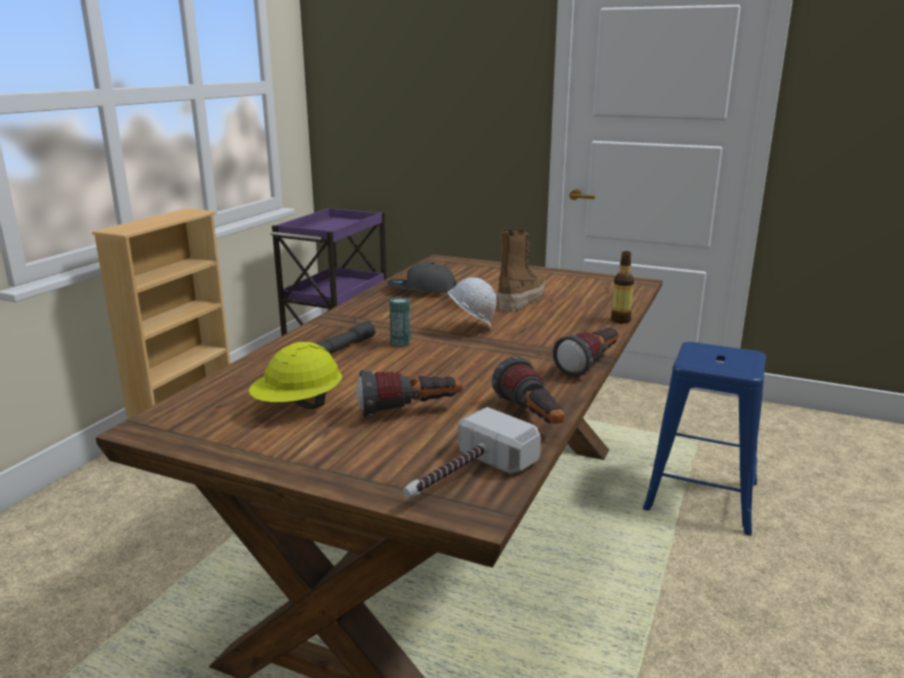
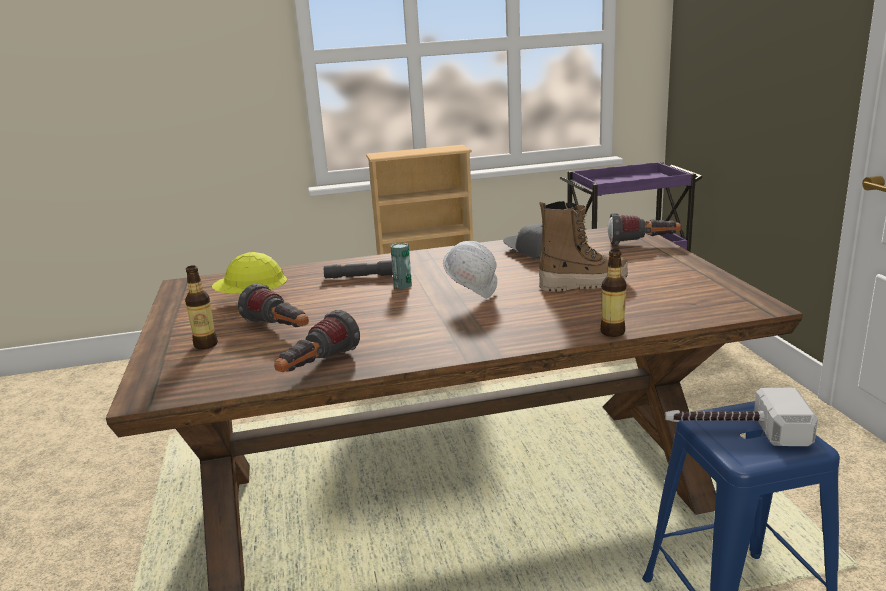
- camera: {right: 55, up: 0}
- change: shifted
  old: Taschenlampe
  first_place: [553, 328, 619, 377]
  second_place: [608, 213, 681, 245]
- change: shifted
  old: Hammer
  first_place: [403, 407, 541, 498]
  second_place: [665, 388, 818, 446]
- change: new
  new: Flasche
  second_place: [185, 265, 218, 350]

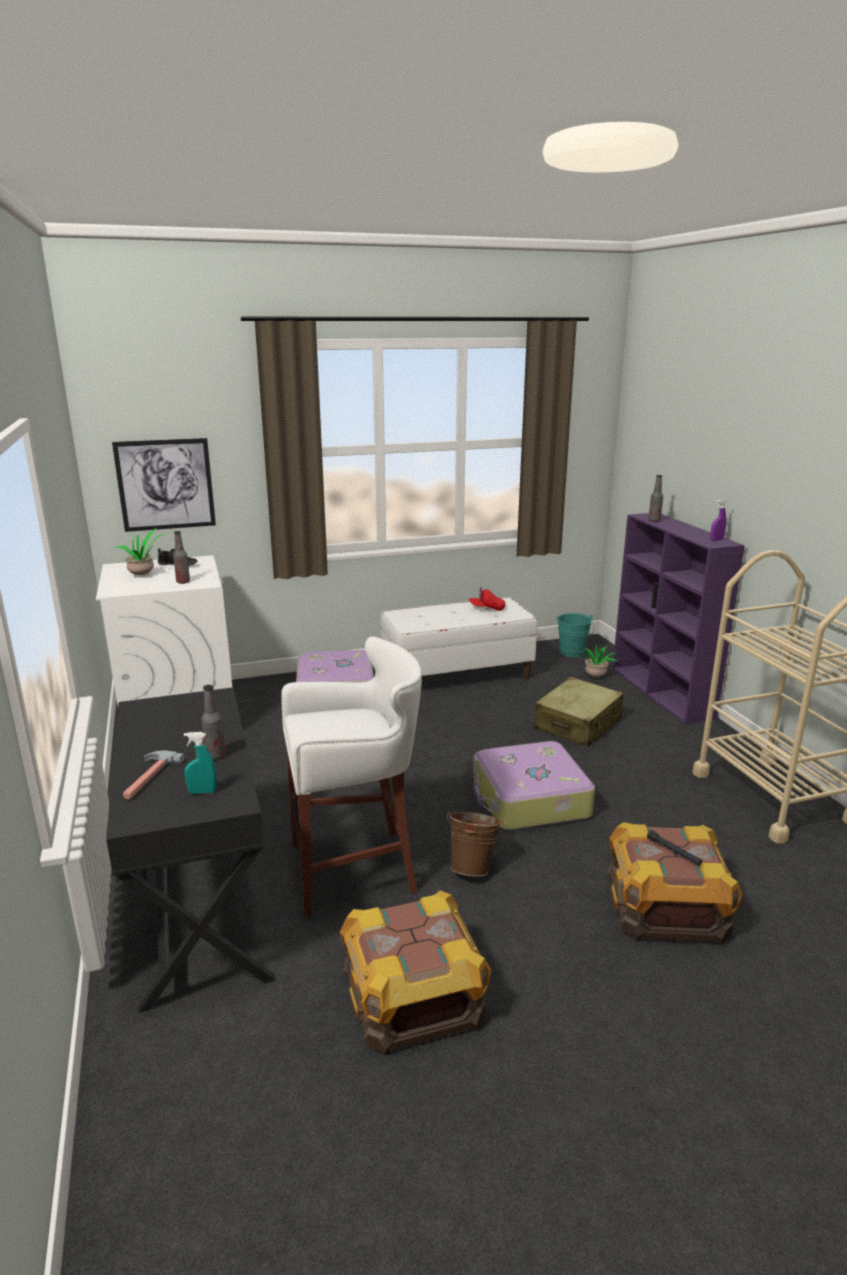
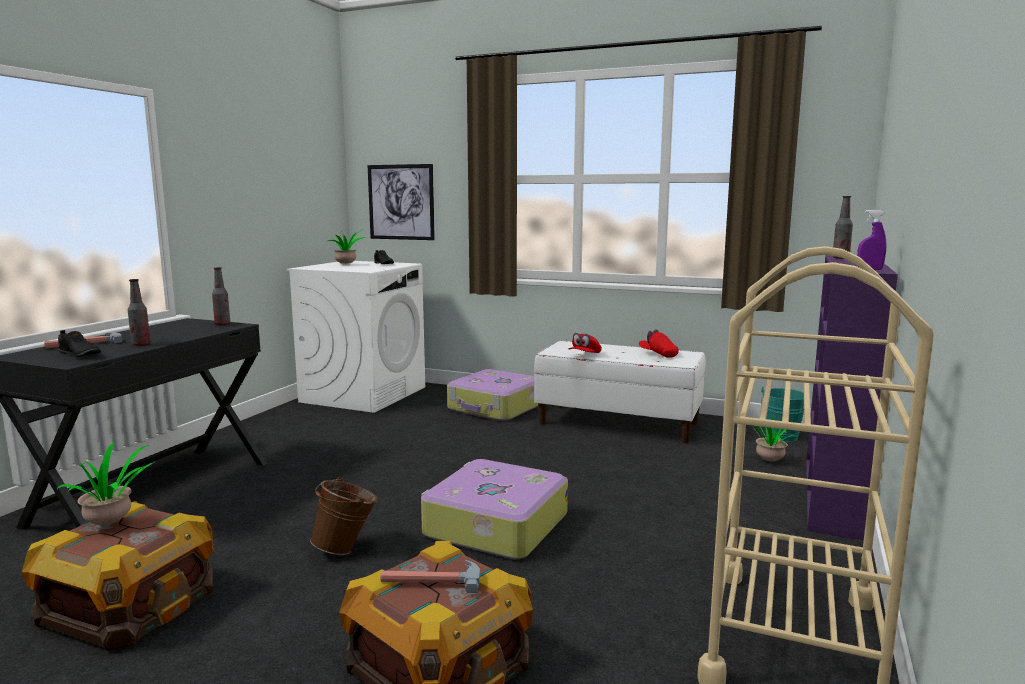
- camera: {right: 40, up: -10}
- change: shifted
  old: Flasche
  first_place: [173, 531, 190, 584]
  second_place: [212, 267, 230, 325]
- change: gone
  old: Hocker/weiß
  first_place: [281, 636, 422, 918]
- change: gone
  old: Koffer/beige
  first_place: [534, 677, 624, 747]
- change: swapped
  old: Sprühflasche/türkis
  new: Schuh/schwarz
  first_place: [184, 732, 217, 794]
  second_place: [58, 330, 101, 357]
- change: swapped
  old: Taschenlampe/schwarz
  new: Hammer
  first_place: [647, 830, 702, 865]
  second_place: [380, 560, 481, 593]
- change: new
  new: Kappe/rot
  second_place: [569, 333, 602, 353]
- change: new
  new: Topfpflanze
  second_place: [57, 440, 156, 525]

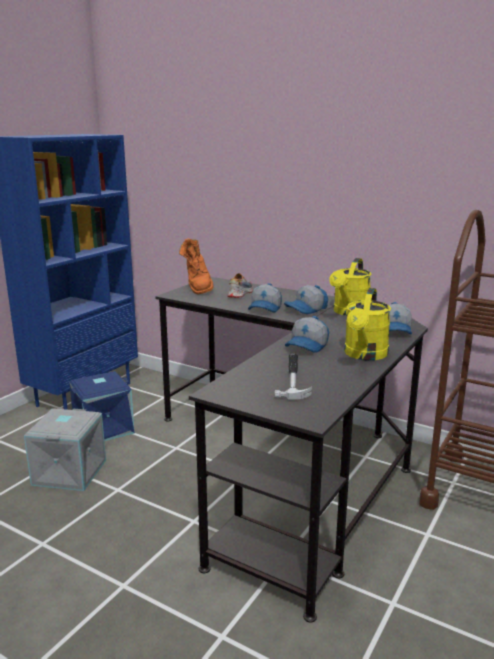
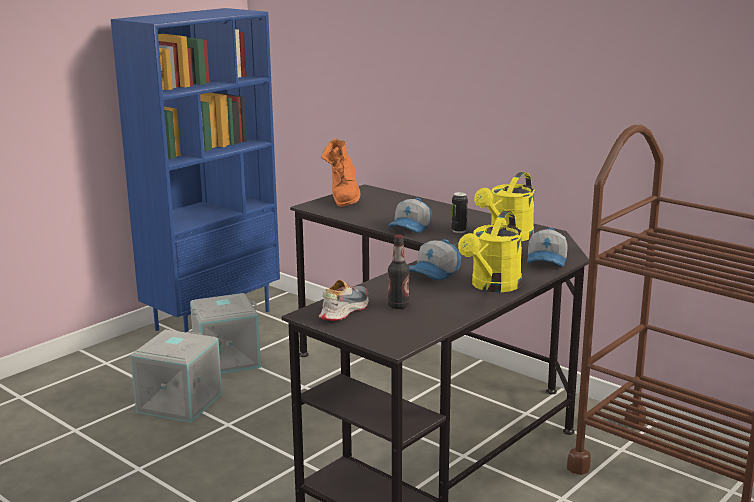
- camera: {right: 10, up: 0}
- change: shifted
  old: Schuh
  first_place: [227, 273, 253, 298]
  second_place: [319, 280, 368, 321]
- change: swapped
  old: Kappe
  new: Dose
  first_place: [284, 285, 328, 314]
  second_place: [451, 192, 468, 233]
- change: swapped
  old: Hammer
  new: Flasche
  first_place: [275, 353, 312, 400]
  second_place: [388, 234, 410, 309]
- change: repainted
  old: Aufbewahrungsbox/blau
  new: Aufbewahrungsbox/grau
  first_place: [69, 371, 135, 441]
  second_place: [190, 293, 261, 374]

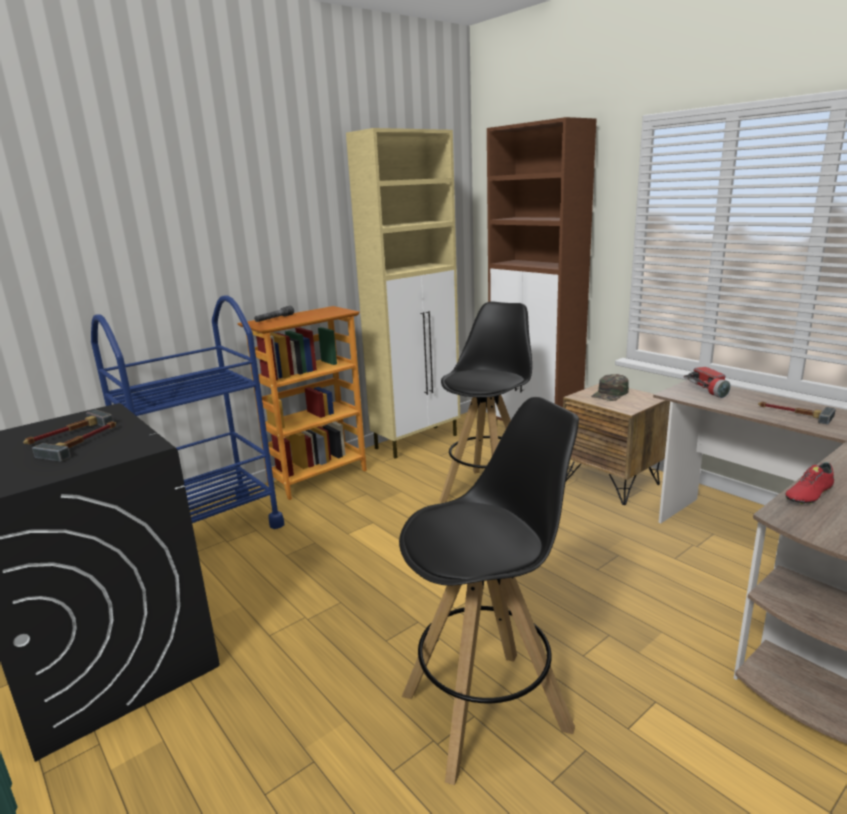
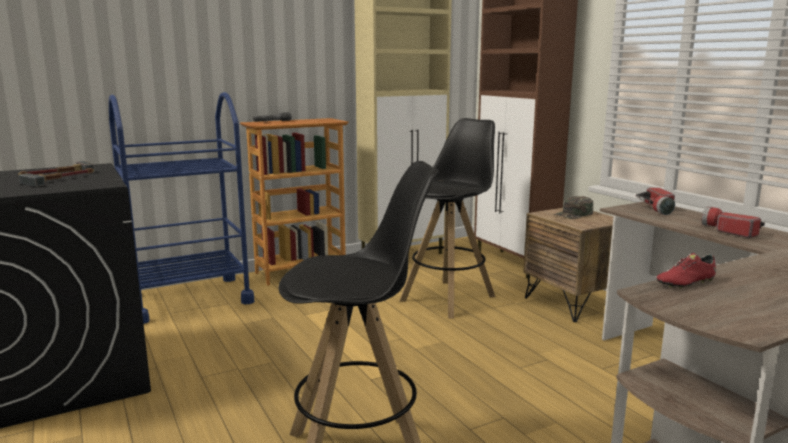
- camera: {right: 10, up: -5}
- change: swapped
  old: Hammer
  new: Taschenlampe
  first_place: [758, 402, 836, 425]
  second_place: [702, 206, 765, 238]

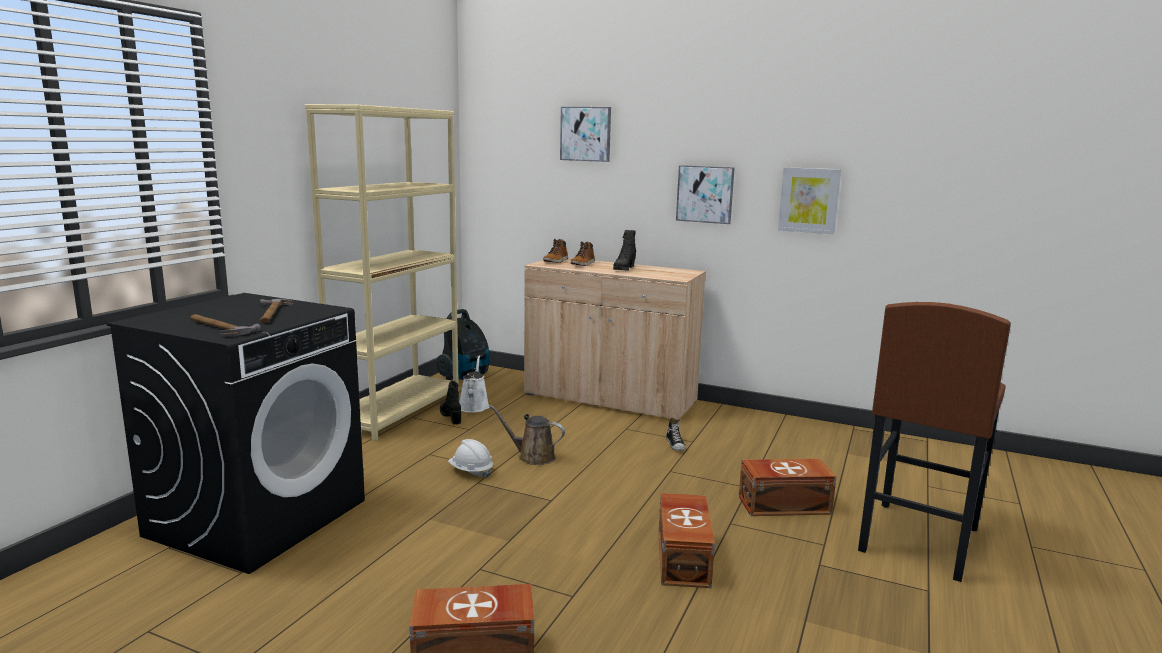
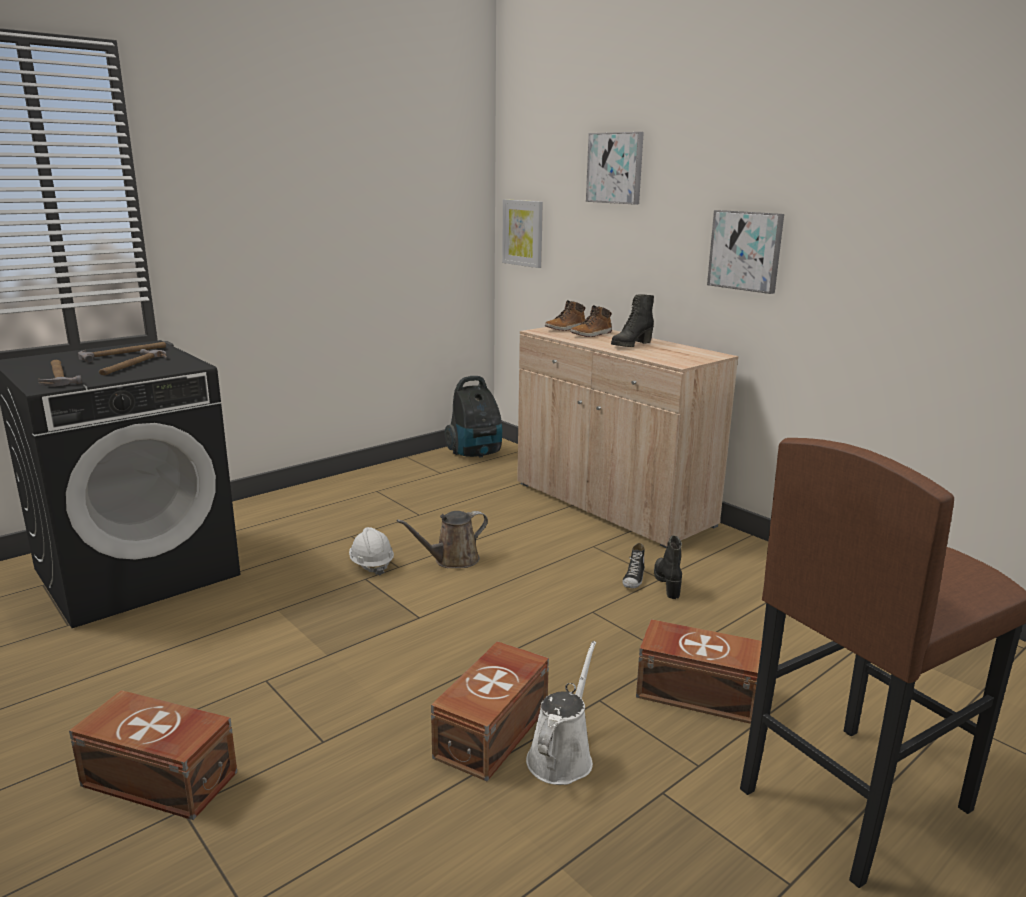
- camera: {right: 25, up: 5}
- change: gone
  old: Bücherregal/beige
  first_place: [305, 104, 459, 441]
- change: shifted
  old: Bild
  first_place: [778, 167, 841, 234]
  second_place: [502, 199, 543, 268]
- change: shifted
  old: Gießkanne/weiß
  first_place: [459, 356, 489, 413]
  second_place: [526, 641, 596, 785]
- change: shifted
  old: Stiefel/schwarz
  first_place: [440, 381, 461, 425]
  second_place: [654, 535, 682, 599]
- change: rotated
  old: Gießkanne/braun
  first_place: [489, 405, 565, 465]
  second_place: [397, 511, 488, 568]
  degrees: -75
- change: new
  new: Hammer
  second_place: [78, 342, 166, 363]

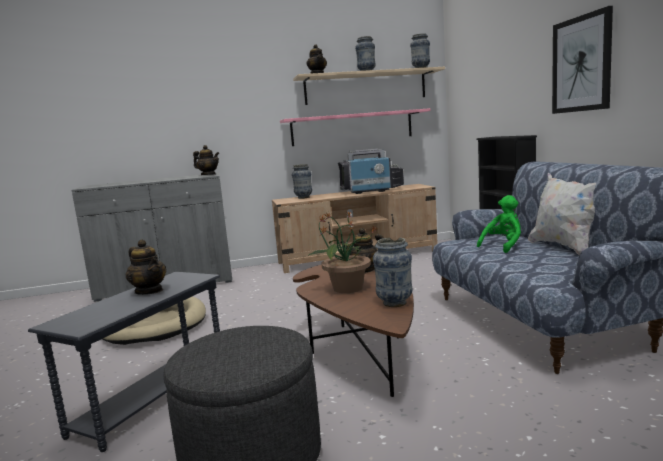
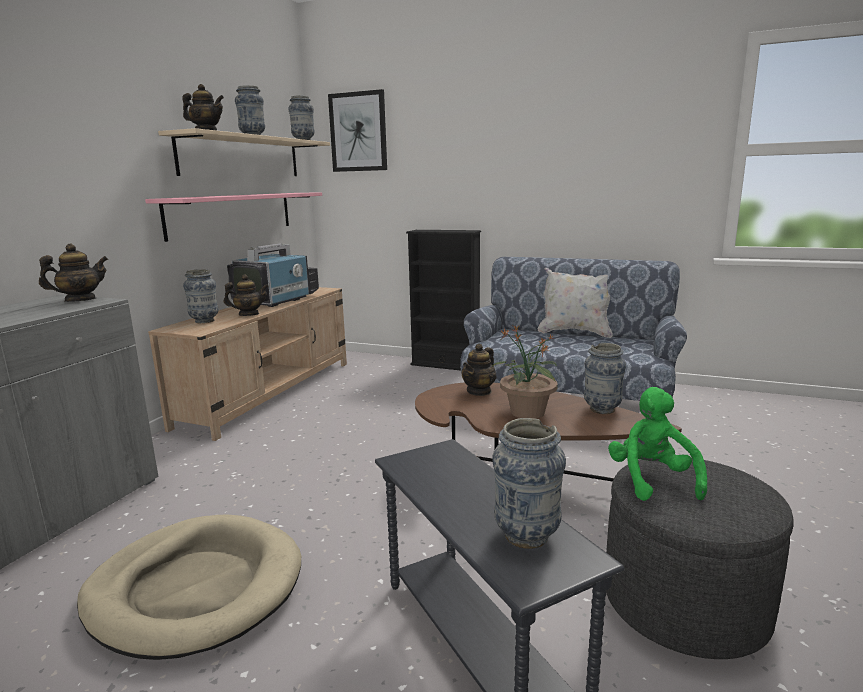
- camera: {right: -55, up: 5}
- change: shifted
  old: Bild
  first_place: [552, 6, 613, 114]
  second_place: [328, 89, 387, 172]
- change: shifted
  old: Plüschtier/grün
  first_place: [477, 195, 521, 253]
  second_place: [608, 387, 707, 501]
- change: shifted
  old: Teekanne
  first_place: [125, 239, 166, 295]
  second_place: [224, 275, 269, 316]
- change: new
  new: Vase
  second_place: [492, 418, 566, 549]

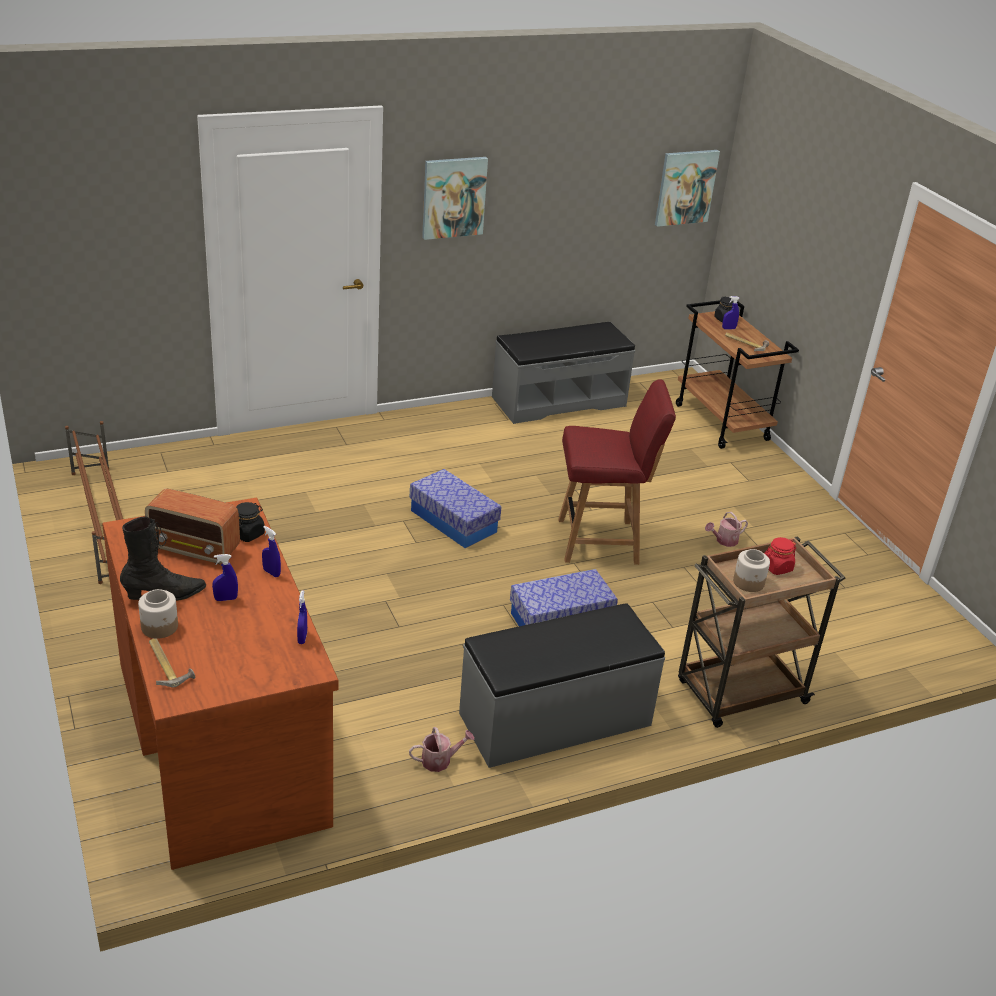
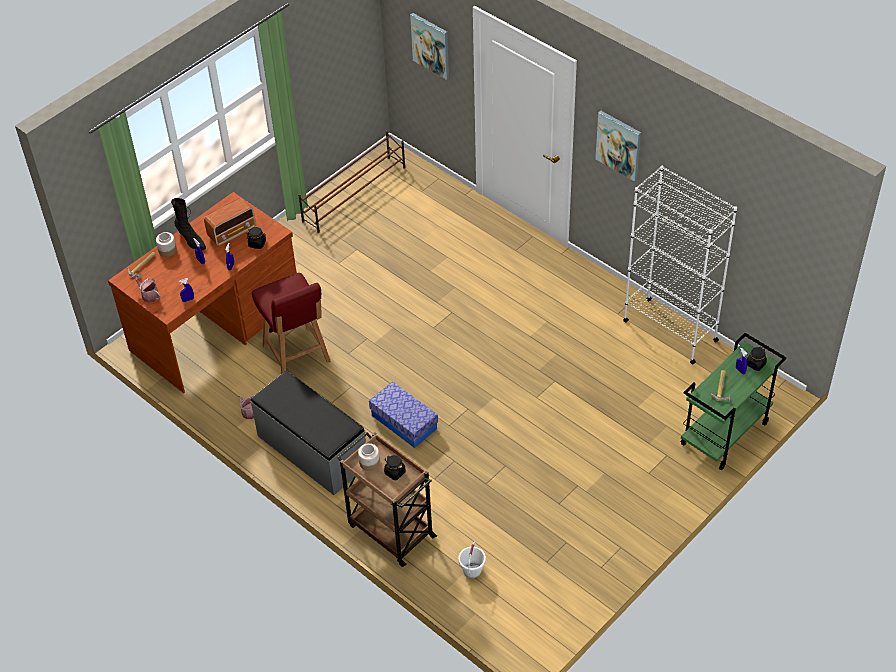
- camera: {right: 70, up: 15}
- change: shifted
  old: Bild
  first_place: [655, 150, 720, 227]
  second_place: [410, 13, 449, 79]
- change: repainted
  old: Rollwagen/braun
  new: Rollwagen/grün
  first_place: [676, 300, 799, 449]
  second_place: [680, 333, 786, 470]
- change: swapped
  old: Bank/grau
  new: Bücherregal/weiß
  first_place: [492, 322, 635, 424]
  second_place: [623, 165, 737, 365]
- change: shifted
  old: Stuhl/rot
  first_place: [558, 379, 676, 565]
  second_place: [252, 273, 331, 374]
- change: gone
  old: Aufbewahrungsbox
  first_place: [409, 469, 501, 548]
- change: rotated
  old: Radio
  first_place: [145, 488, 240, 565]
  second_place: [204, 198, 256, 246]
  degrees: -120
- change: shifted
  old: Gießkanne
  first_place: [705, 512, 748, 547]
  second_place: [131, 273, 161, 303]
- change: repainted
  old: Vorratsglas/rot
  new: Vorratsglas/schwarz
  first_place: [764, 537, 796, 575]
  second_place: [384, 455, 406, 480]
- change: new
  new: Eimer/weiß
  second_place: [458, 541, 486, 578]

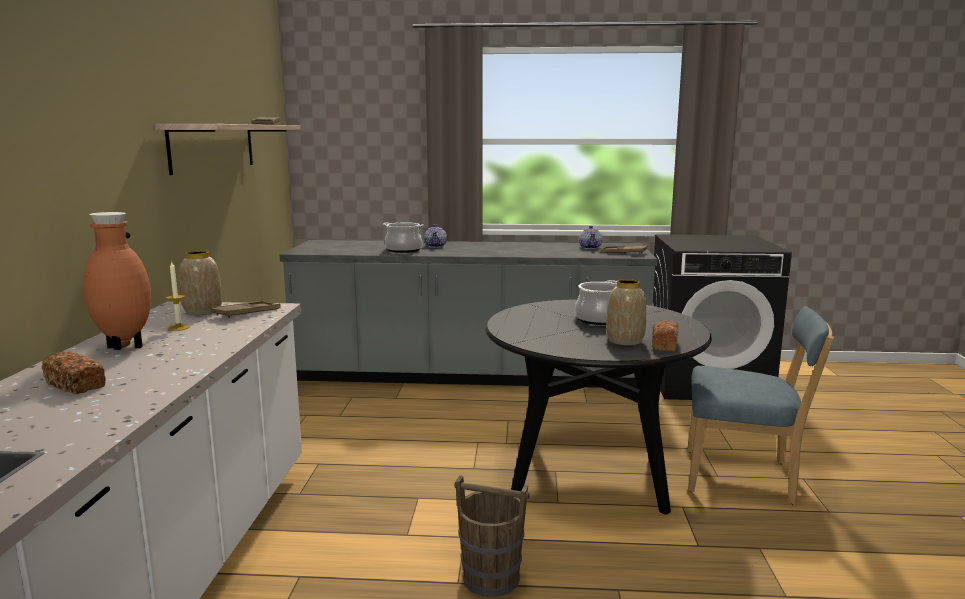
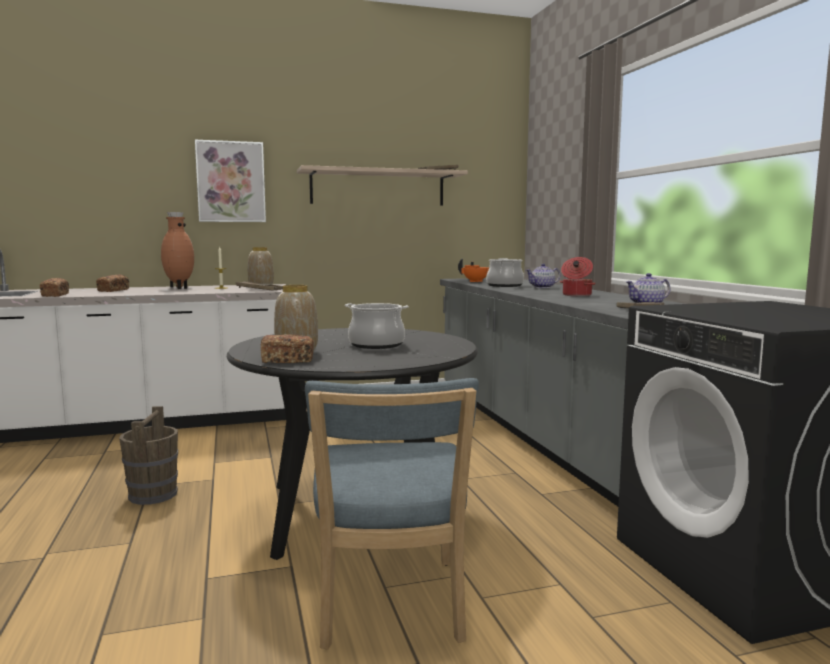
- camera: {right: 70, up: -5}
- change: new
  new: Bild
  second_place: [195, 140, 266, 222]
- change: new
  new: Kochtopf
  second_place: [560, 257, 596, 297]
- change: new
  new: Teekanne/orange
  second_place: [458, 258, 489, 282]
- change: new
  new: Brot
  second_place: [40, 278, 69, 297]

